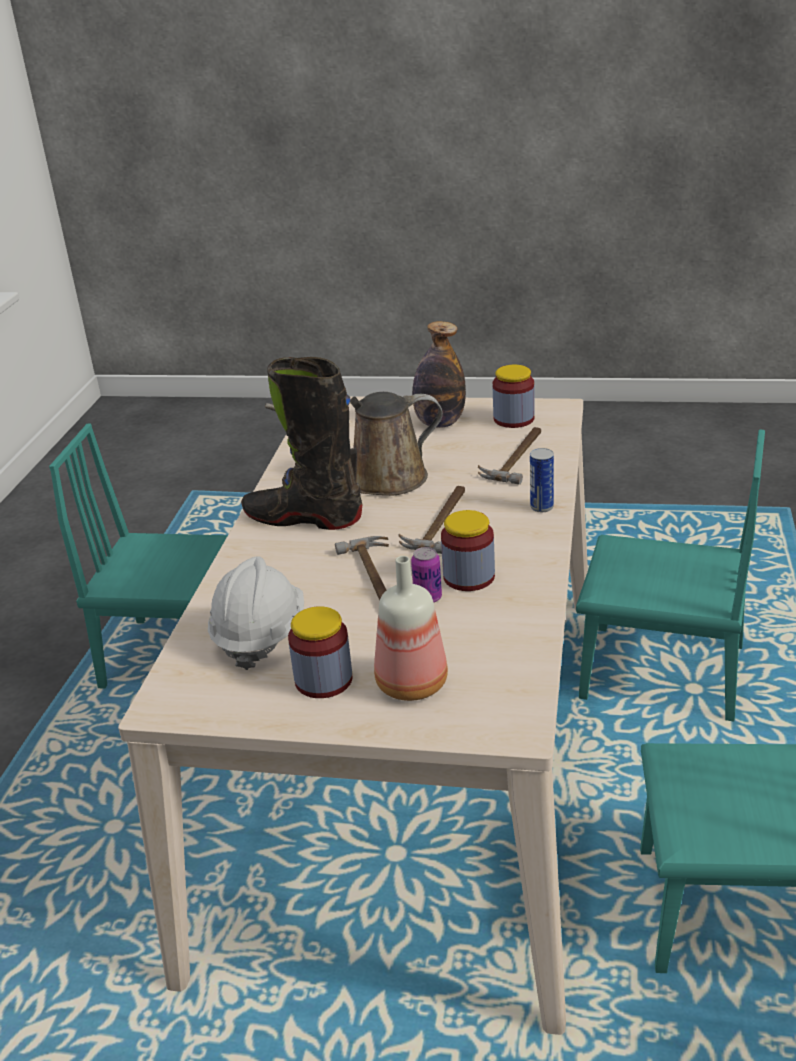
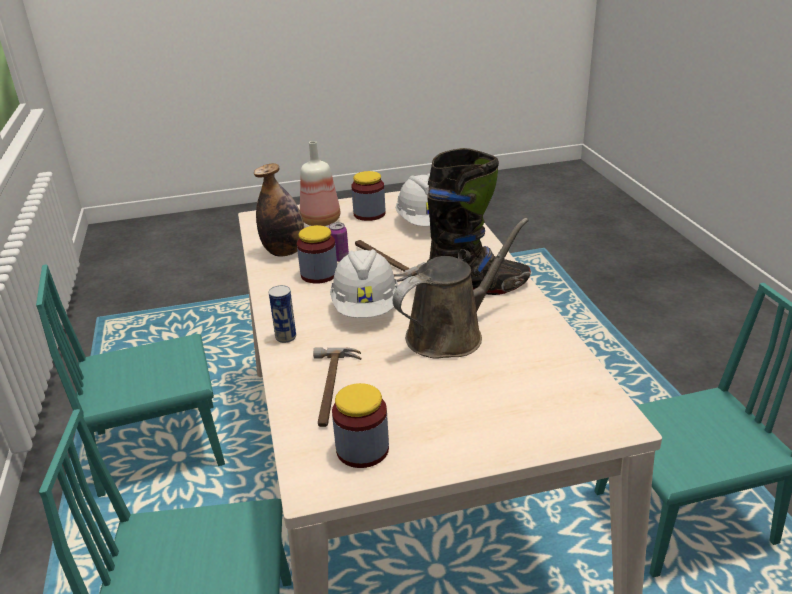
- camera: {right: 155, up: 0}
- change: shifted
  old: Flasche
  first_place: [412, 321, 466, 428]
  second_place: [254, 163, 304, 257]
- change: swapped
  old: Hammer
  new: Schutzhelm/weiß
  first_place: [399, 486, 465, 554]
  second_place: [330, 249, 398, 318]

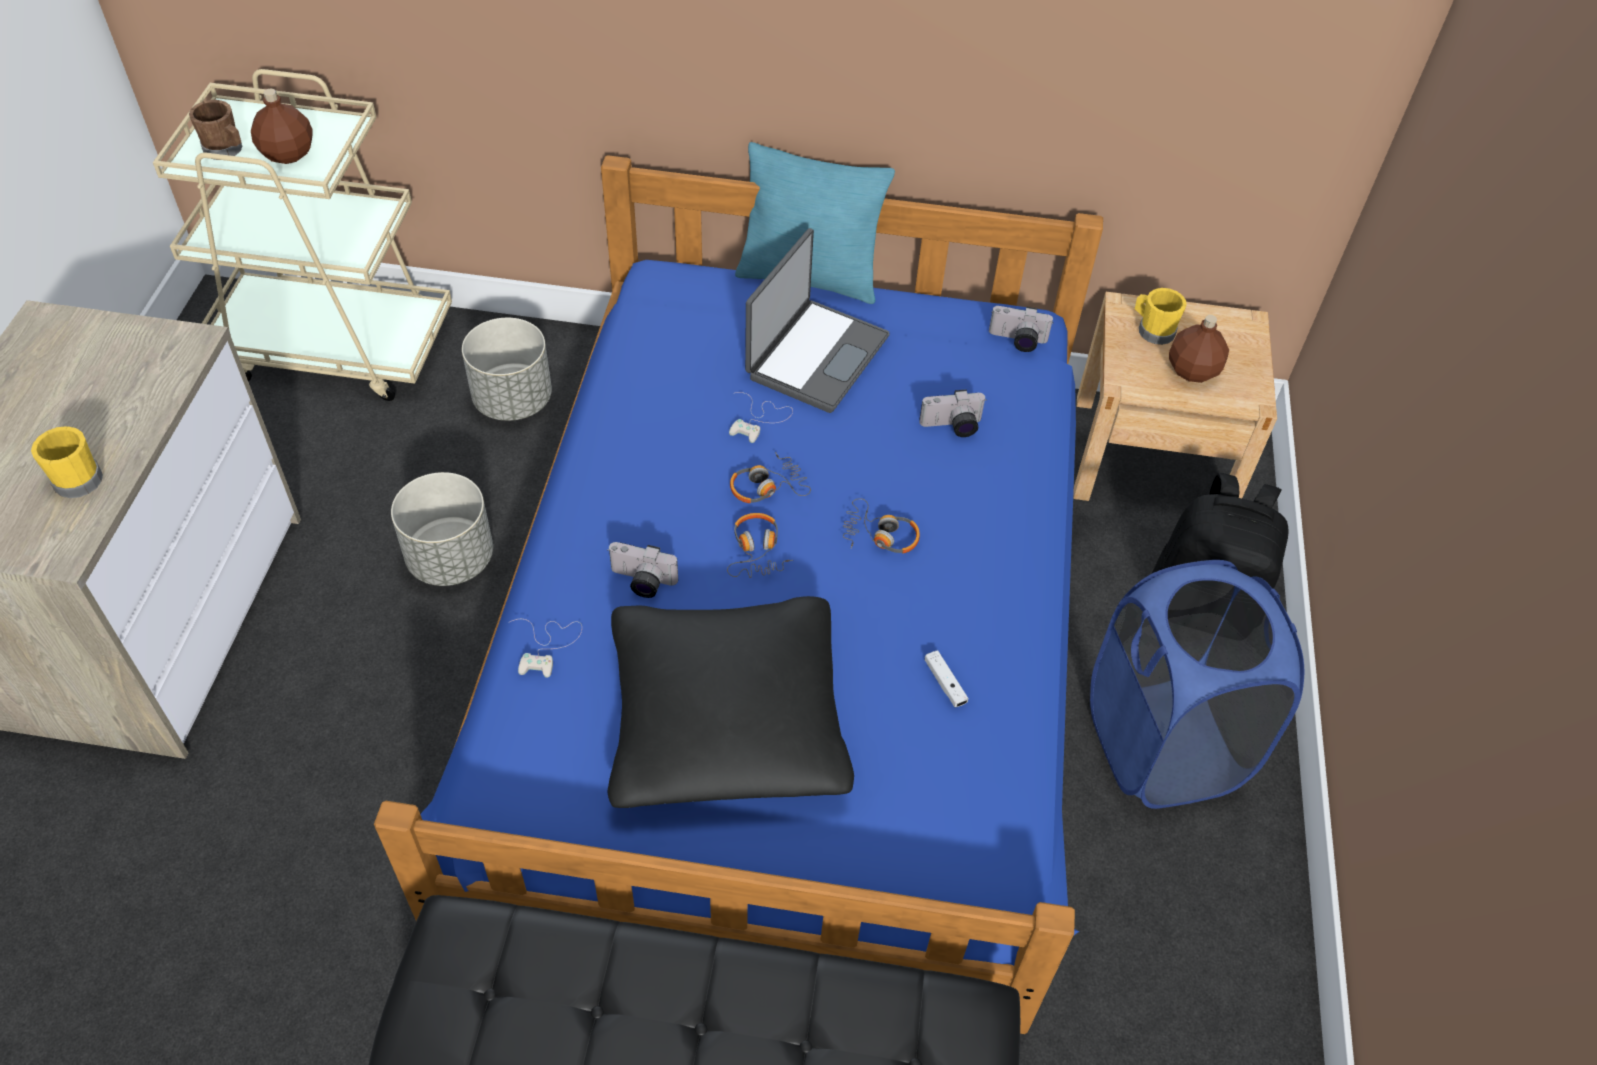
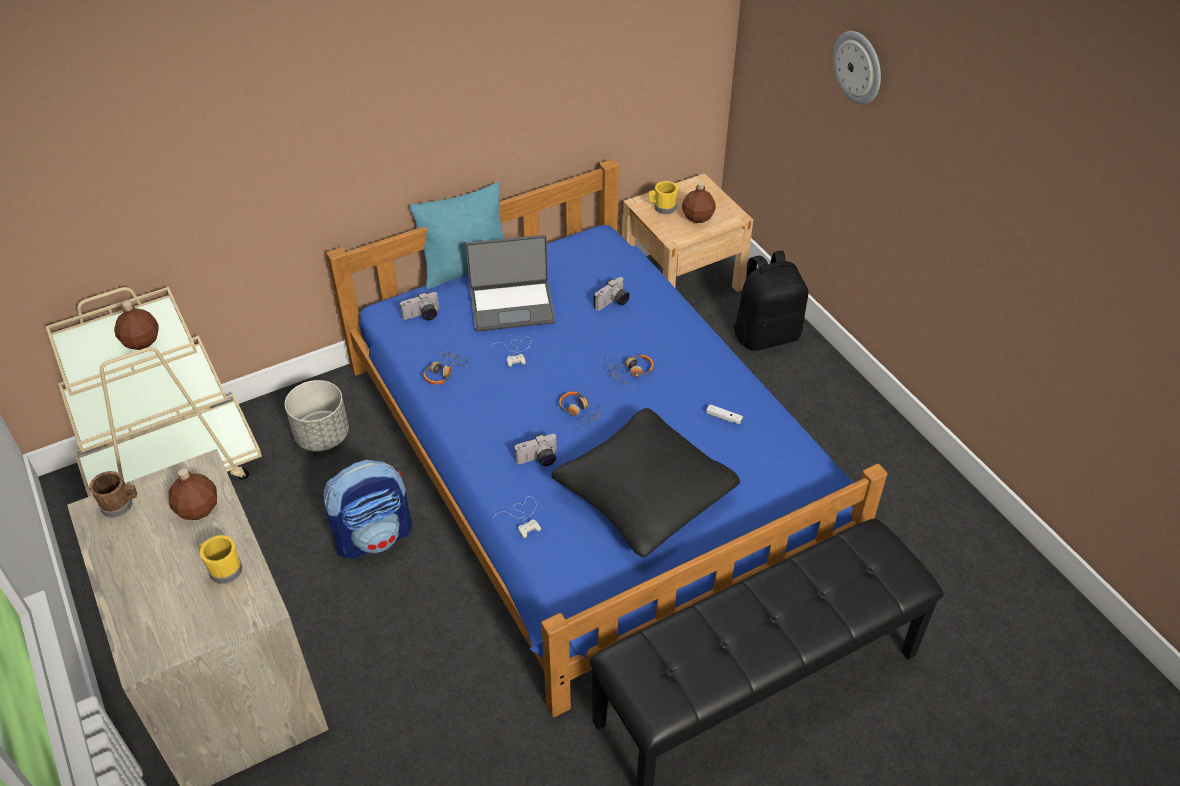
- camera: {right: -35, up: -5}
- change: shifted
  old: Henkelbecher/braun
  first_place: [189, 100, 242, 160]
  second_place: [89, 471, 137, 518]
- change: rotated
  old: Laptop
  first_place: [745, 228, 890, 413]
  second_place: [466, 235, 556, 331]
  degrees: 90
- change: shifted
  old: Kamera
  first_place: [989, 306, 1053, 352]
  second_place: [400, 292, 439, 320]
- change: shifted
  old: Kopfhörer
  first_place: [730, 452, 811, 503]
  second_place: [423, 351, 470, 385]
- change: swapped
  old: Pflanzkübel/grau
  new: Rucksack
  first_place: [391, 472, 493, 586]
  second_place: [323, 459, 412, 559]
- change: gone
  old: Wäschekorb/blau
  first_place: [1090, 560, 1304, 809]
- change: new
  new: Wanduhr
  second_place: [833, 31, 881, 104]
- change: new
  new: Flasche/braun
  second_place: [169, 468, 217, 520]

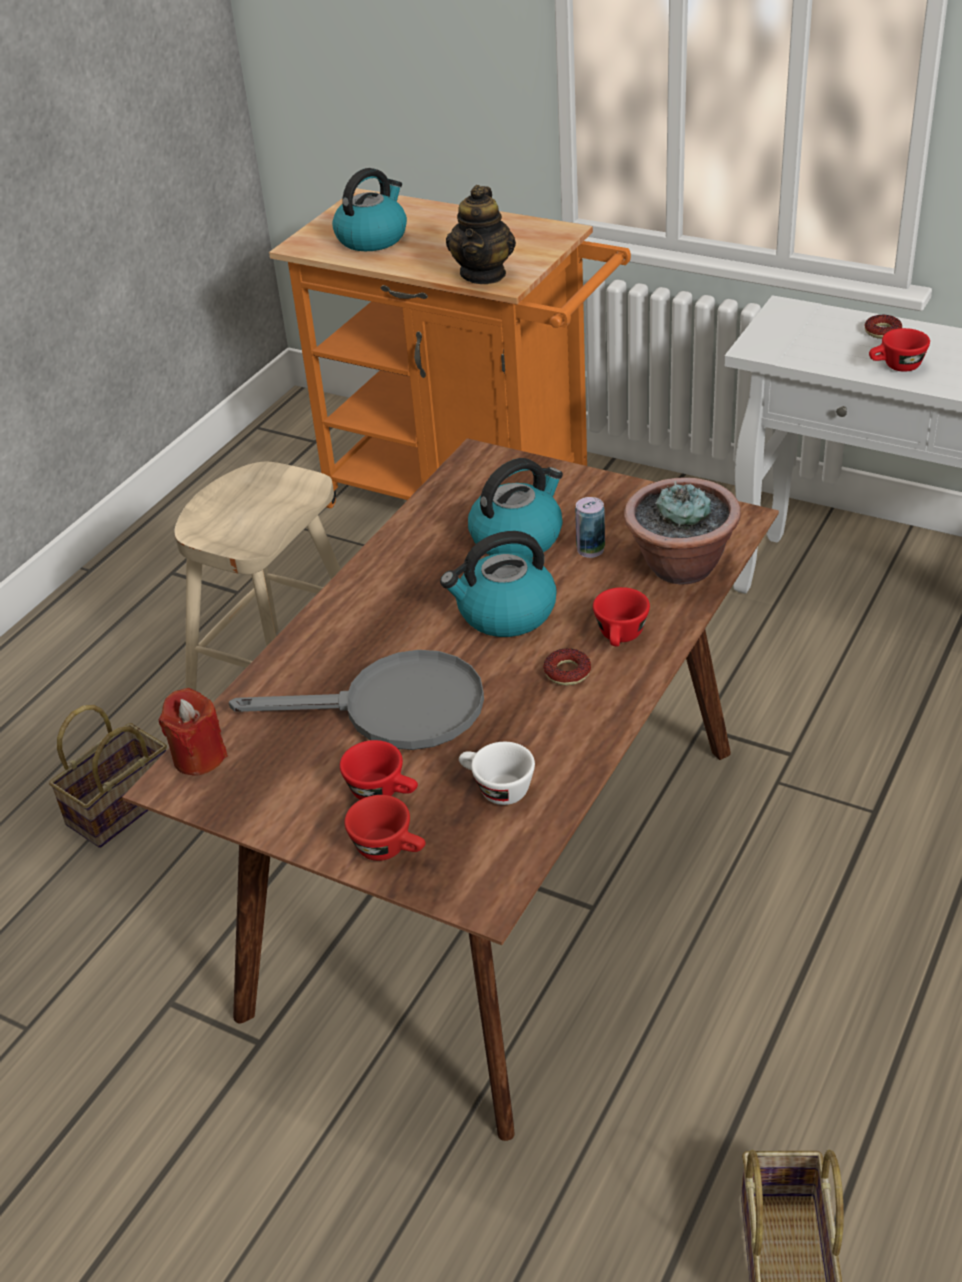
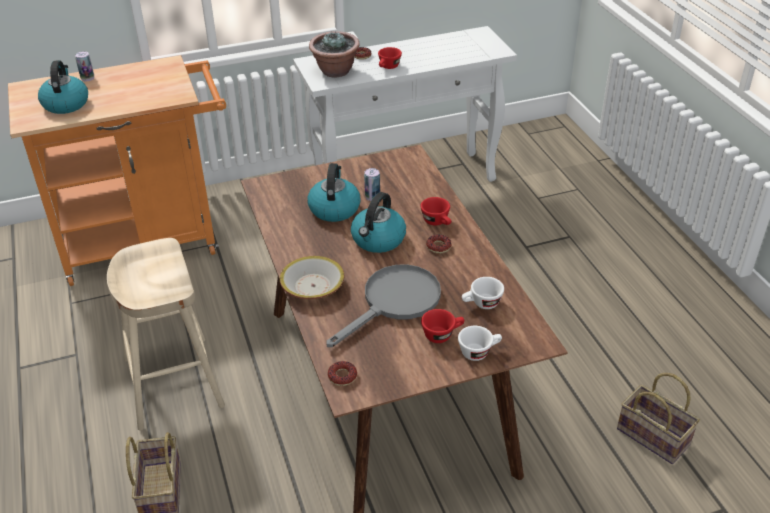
- camera: {right: -50, up: 0}
- change: gone
  old: Teekanne
  first_place: [446, 185, 516, 284]
- change: shifted
  old: Topfpflanze
  first_place: [624, 478, 741, 585]
  second_place: [309, 31, 360, 77]
- change: swapped
  old: Kerze/rot
  new: Donut
  first_place: [158, 688, 228, 775]
  second_place: [328, 361, 357, 386]
- change: repainted
  old: Tasse/rot
  new: Tasse/weiß
  first_place: [344, 795, 425, 861]
  second_place: [458, 326, 502, 361]
- change: new
  new: Dose
  second_place: [75, 51, 94, 81]
- change: new
  new: Schüssel
  second_place: [280, 256, 344, 299]

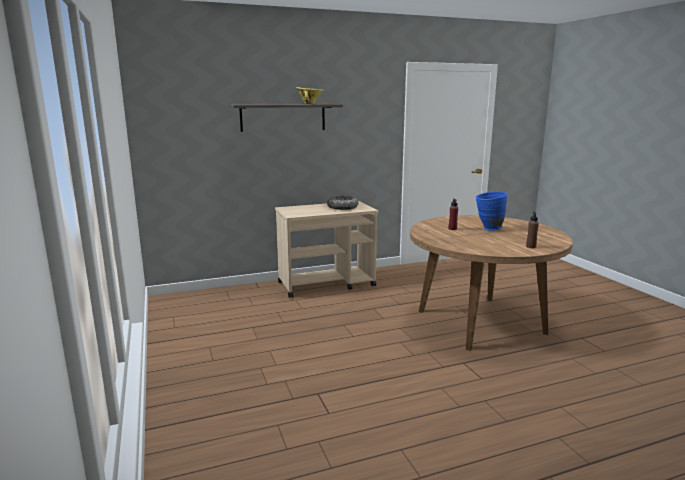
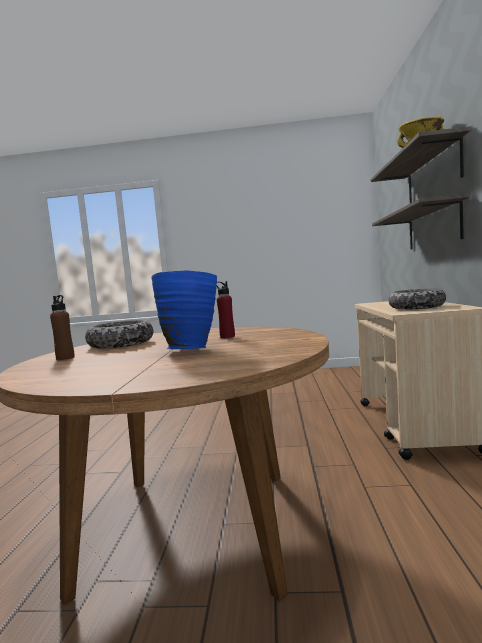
- camera: {right: 115, up: -10}
- change: new
  new: Wandregal
  second_place: [372, 193, 471, 249]
- change: new
  new: Schüssel
  second_place: [85, 320, 153, 349]

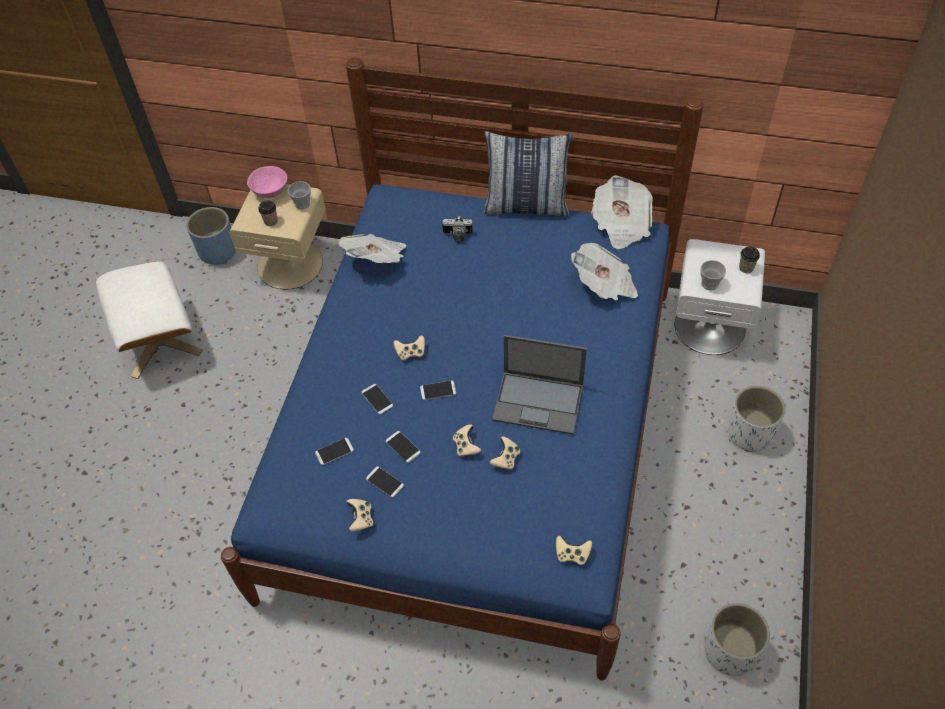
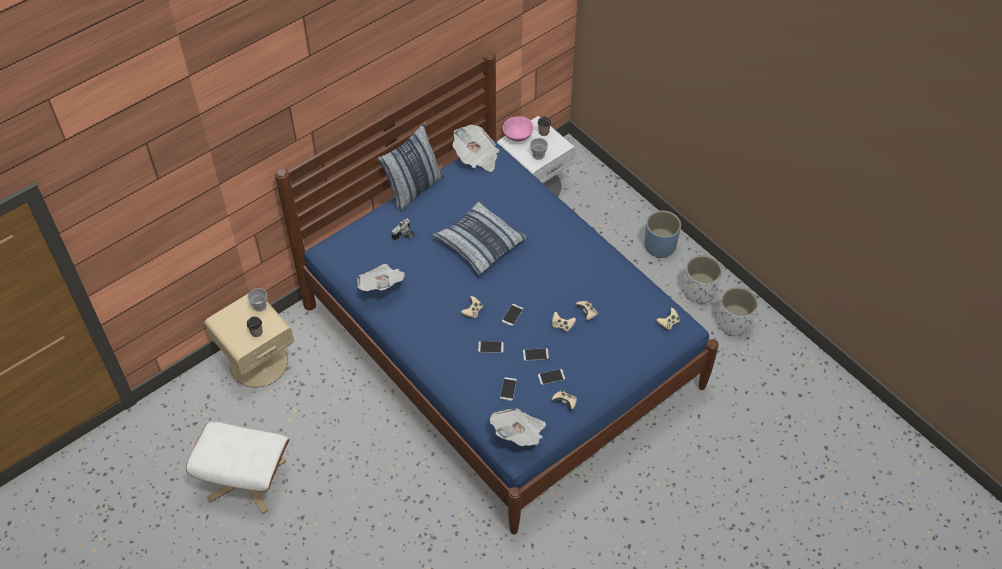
- camera: {right: -55, up: 0}
- change: shifted
  old: Schüssel/rosa
  first_place: [247, 166, 287, 198]
  second_place: [503, 116, 534, 142]
- change: shifted
  old: Pflanzkübel/blau
  first_place: [186, 207, 236, 265]
  second_place: [644, 211, 681, 258]
- change: shifted
  old: Zeitung
  first_place: [571, 243, 638, 301]
  second_place: [490, 408, 546, 446]
- change: gone
  old: Laptop
  first_place: [492, 335, 587, 435]
- change: shifted
  old: Pflanzkübel/weiß
  first_place: [728, 386, 785, 452]
  second_place: [683, 255, 722, 303]
- change: new
  new: Kissen
  second_place: [432, 199, 527, 275]

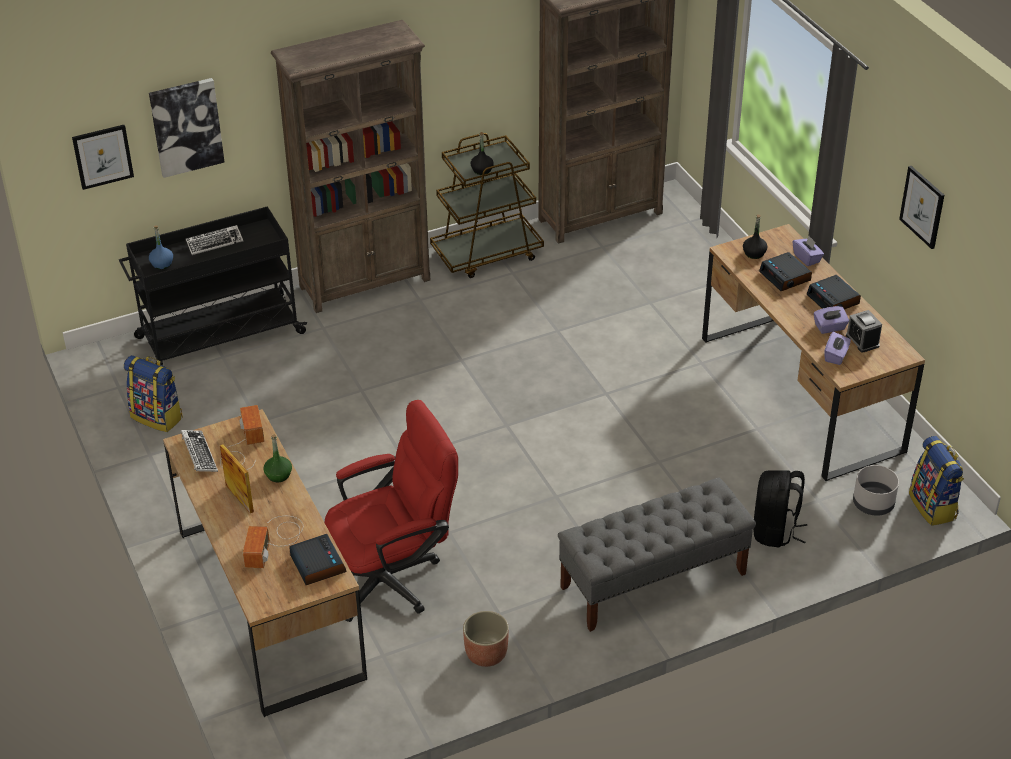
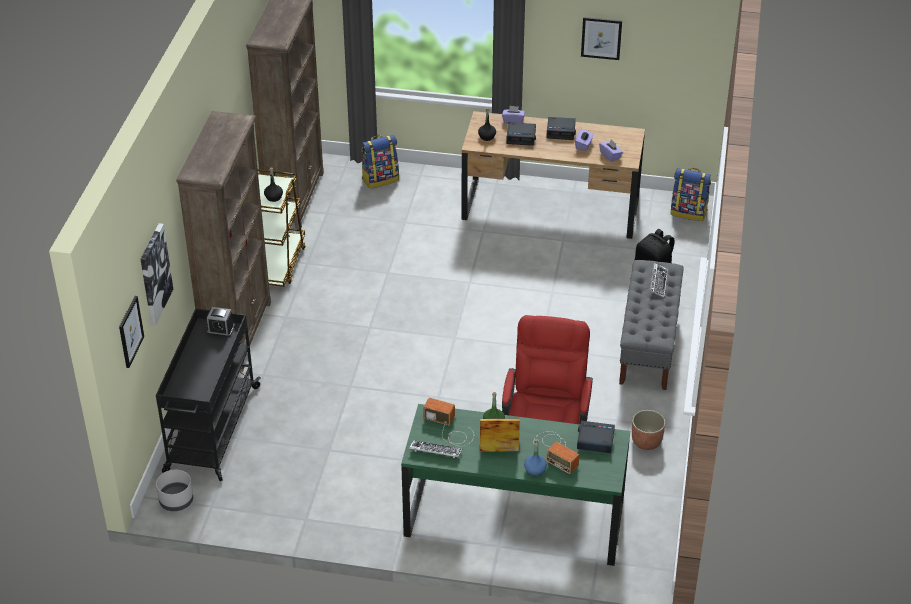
- camera: {right: -55, up: 0}
- change: shifted
  old: Flasche/blau
  first_place: [149, 225, 173, 269]
  second_place: [524, 439, 547, 476]
- change: shifted
  old: Tastatur
  first_place: [185, 225, 243, 255]
  second_place: [649, 263, 668, 298]
- change: shifted
  old: Wecker
  first_place: [846, 310, 882, 353]
  second_place: [206, 307, 235, 337]
- change: shifted
  old: Rucksack
  first_place: [124, 355, 183, 432]
  second_place: [361, 134, 399, 189]
- change: repainted
  old: Schreibtisch/braun
  new: Schreibtisch/grün
  first_place: [163, 409, 367, 717]
  second_place: [401, 404, 630, 566]
- change: shifted
  old: Pflanzkübel/grau
  first_place: [853, 465, 899, 516]
  second_place: [156, 470, 193, 511]

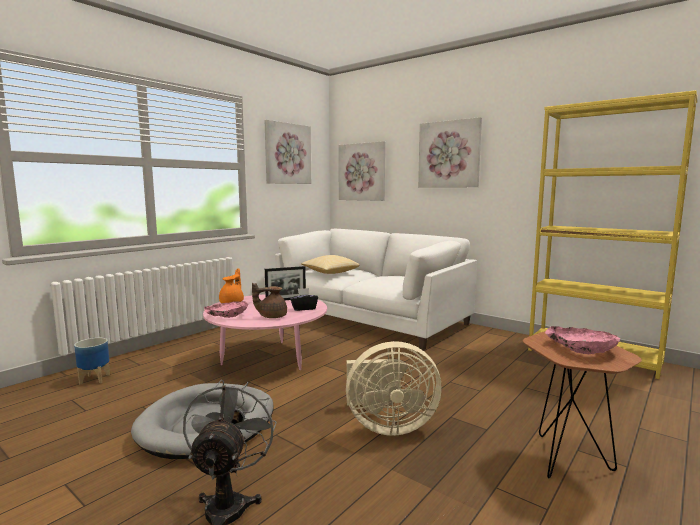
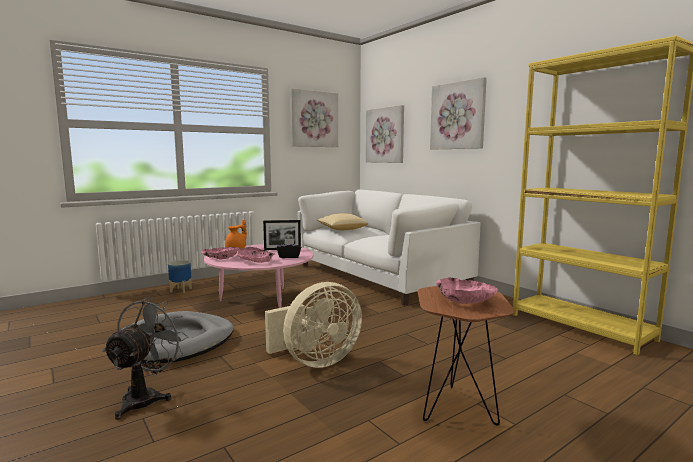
- camera: {right: 15, up: 0}
- change: swapped
  old: Teekanne/braun
  new: Schüssel/rosa
  first_place: [252, 283, 287, 318]
  second_place: [237, 247, 275, 263]
- change: shifted
  old: Pflanzkübel
  first_place: [74, 338, 110, 384]
  second_place: [168, 260, 192, 293]
- change: rotated
  old: Ventilator/beige
  first_place: [346, 341, 442, 436]
  second_place: [265, 282, 362, 368]
  degrees: -45

